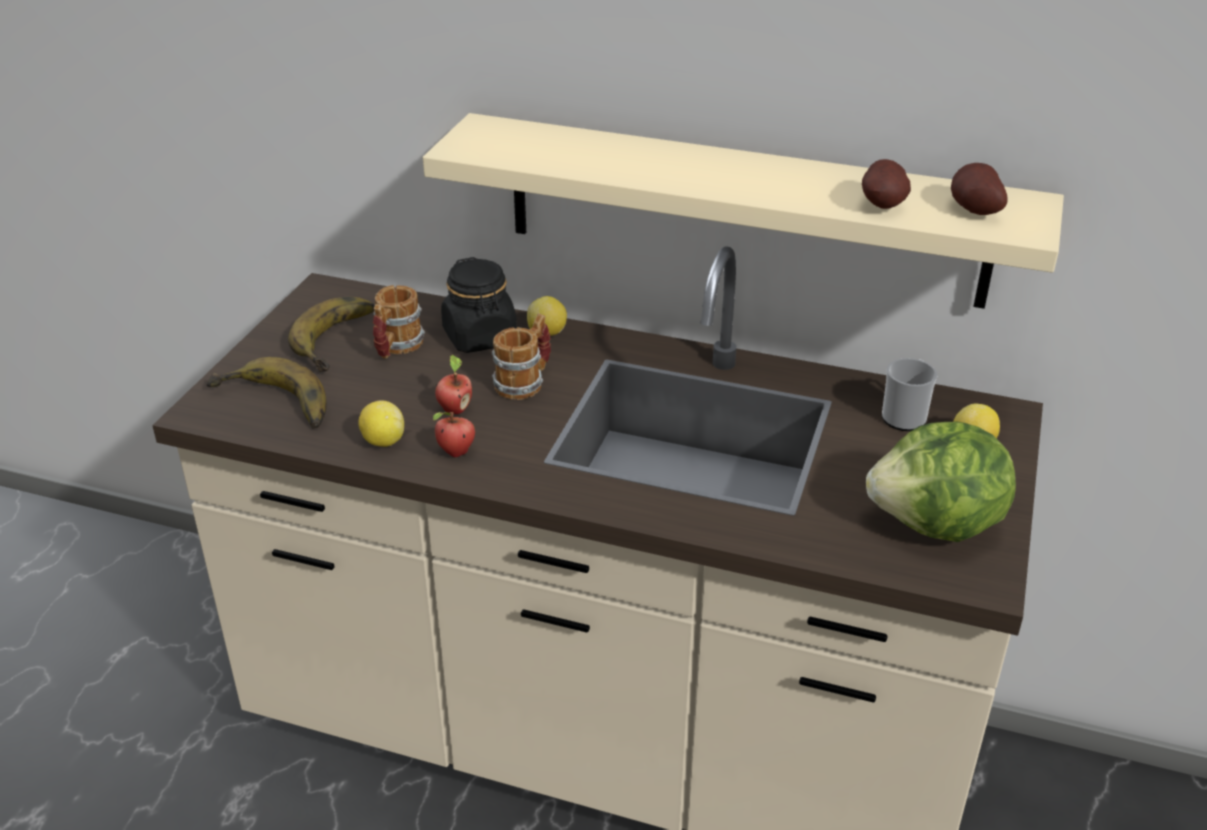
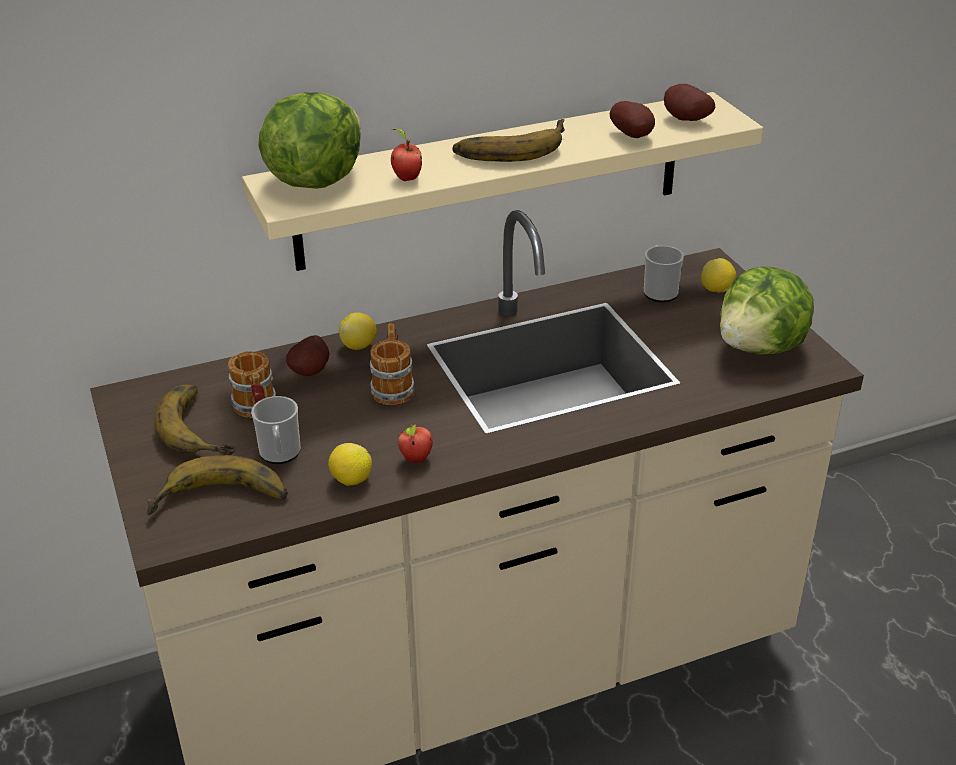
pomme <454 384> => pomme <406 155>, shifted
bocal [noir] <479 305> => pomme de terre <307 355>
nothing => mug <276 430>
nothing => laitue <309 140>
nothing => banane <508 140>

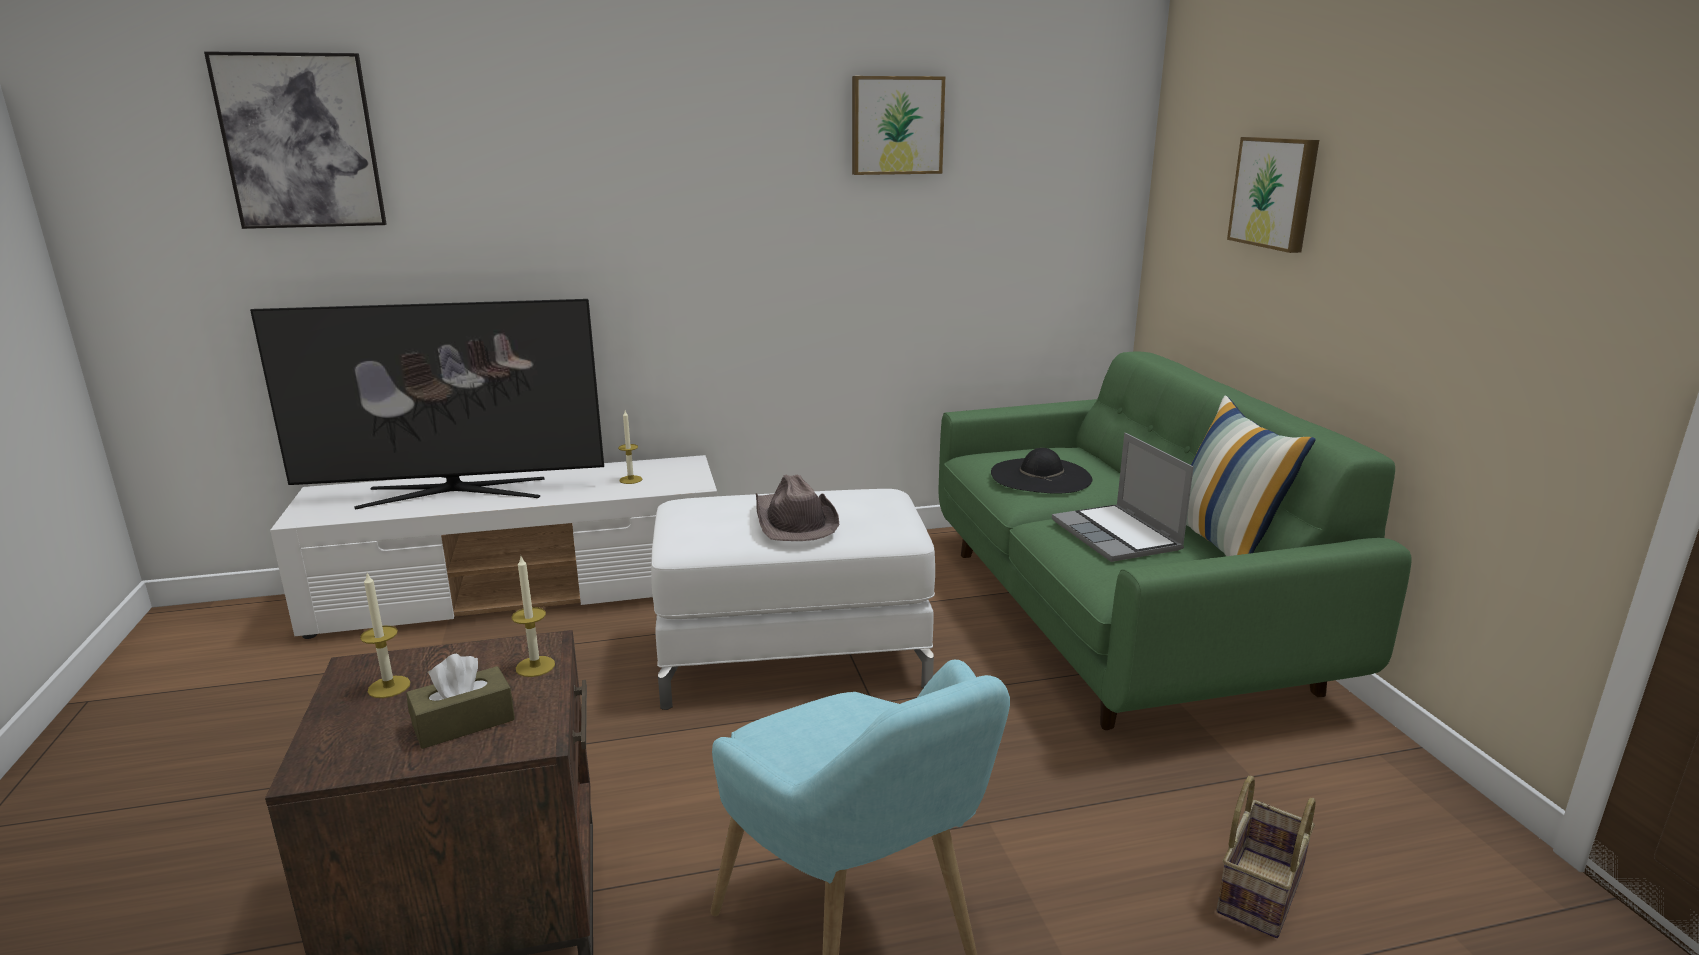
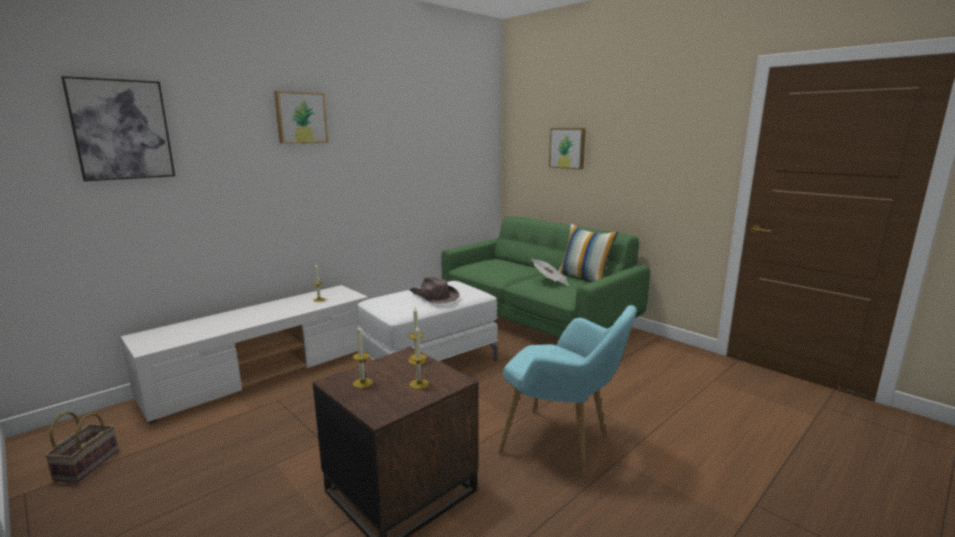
téléviseur <427 404> => nothing
boîte à mouchoirs [marron] <460 701> => bougie <419 357>
tableau <898 125> => tableau <301 117>, shifted
chapeau [noir] <1041 470> => nothing
ordinateur portable <1123 497> => journal <550 272>
panier <1266 857> => panier <81 447>, shifted

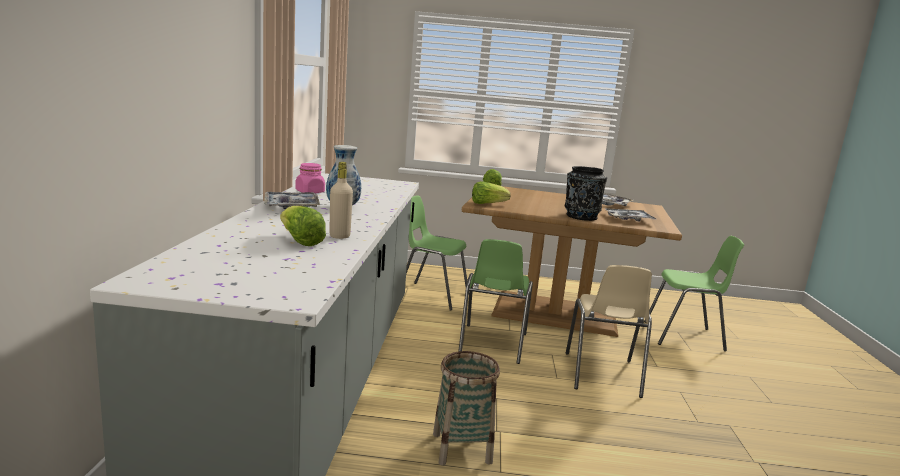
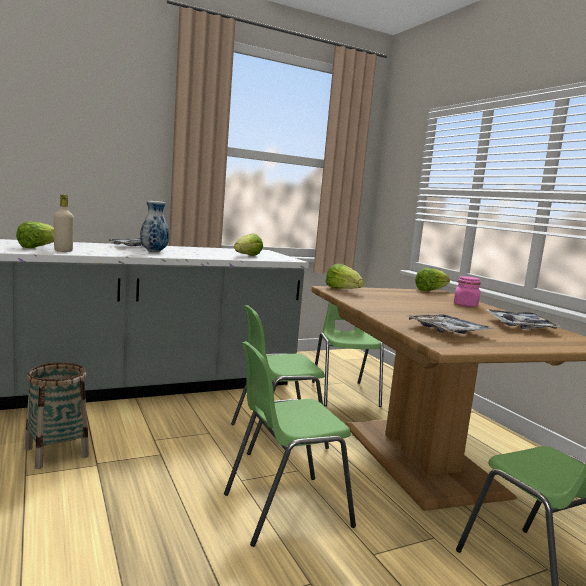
bocal [rose] <310 178> => bocal [rose] <467 291>, shifted
vase [noir] <586 193> => nothing
chaise [beige] <609 331> => chaise [vert] <290 444>
nothing => laitue <248 244>

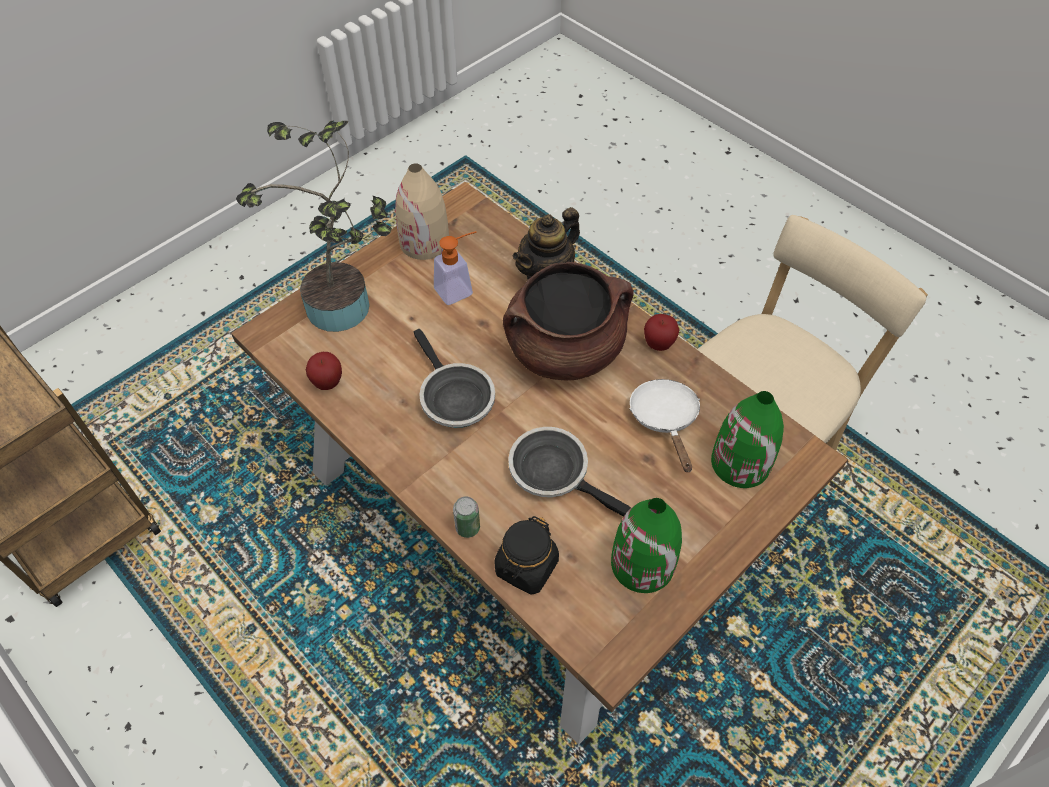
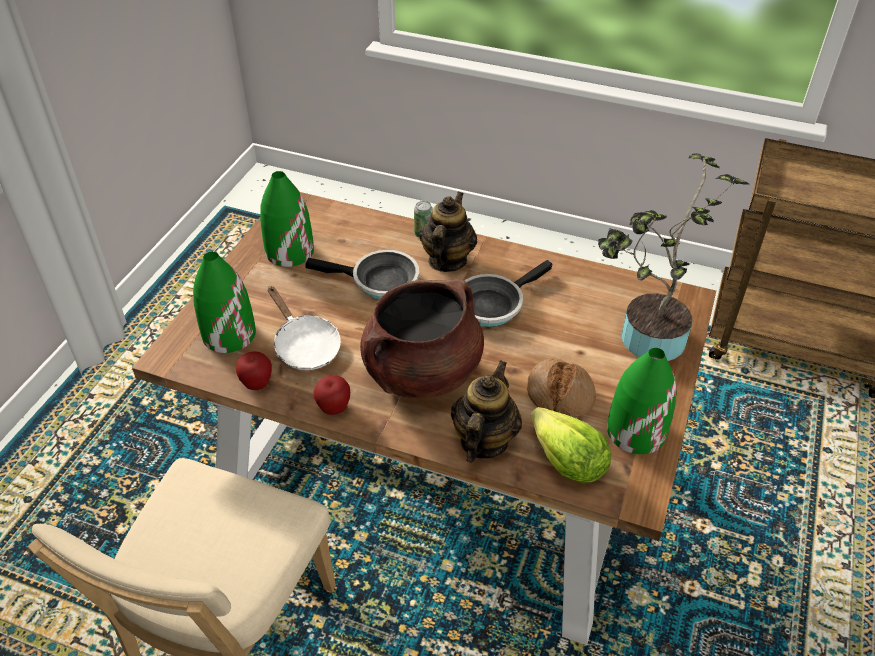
pomme <324 371> => pomme <254 371>, shifted
vase [beige] <422 211> => vase [vert] <642 401>
poêle <454 378> => poêle <508 293>, 75 degrees counterclockwise
distributeur de savon <455 268> => pain <561 388>
bocal [noir] <526 555> => nothing
nothing => théière <448 232>
nothing => laitue <571 445>

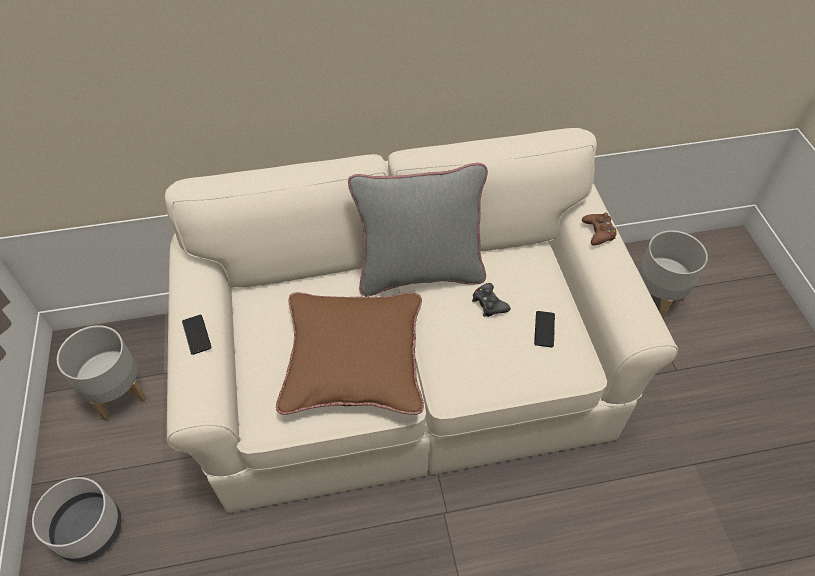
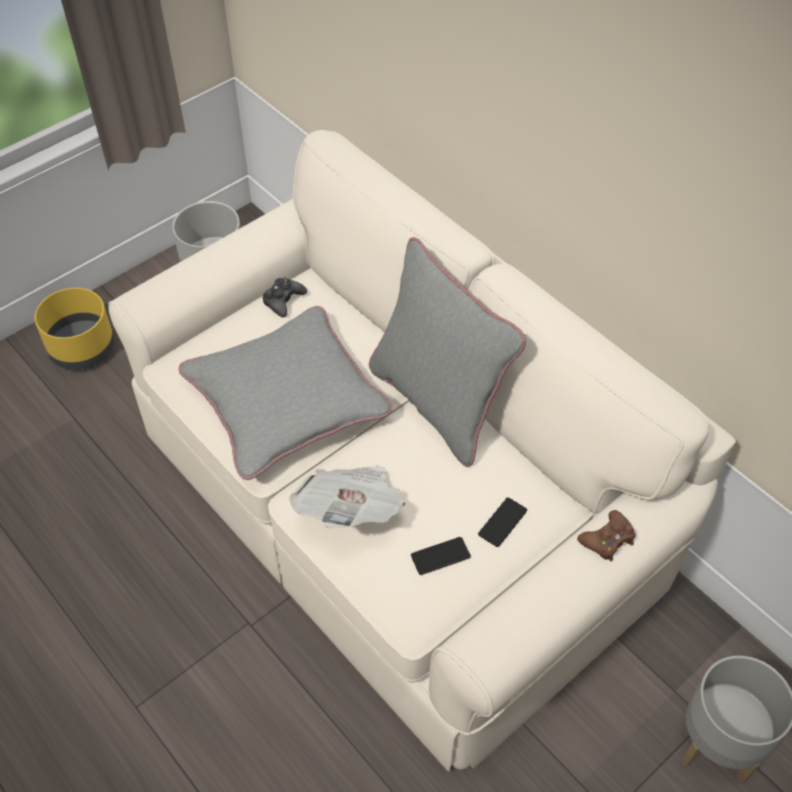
cache-pot [gris] <76 519> => cache-pot [jaune] <74 329>
téléphone <196 335> => téléphone <502 522>, shifted
coussin [marron] <350 353> => coussin [gris] <286 393>
manette [noir] <491 300> => manette [noir] <285 297>, shifted
nothing => journal <347 496>

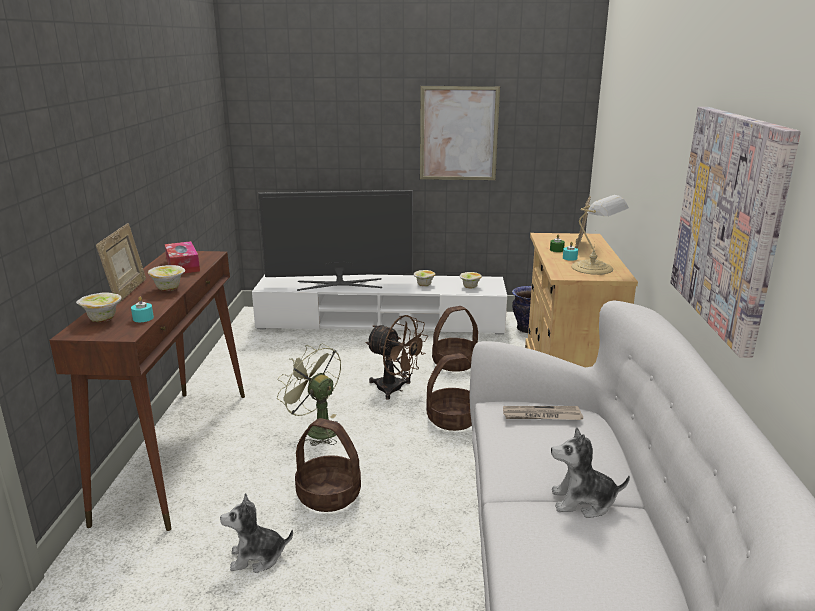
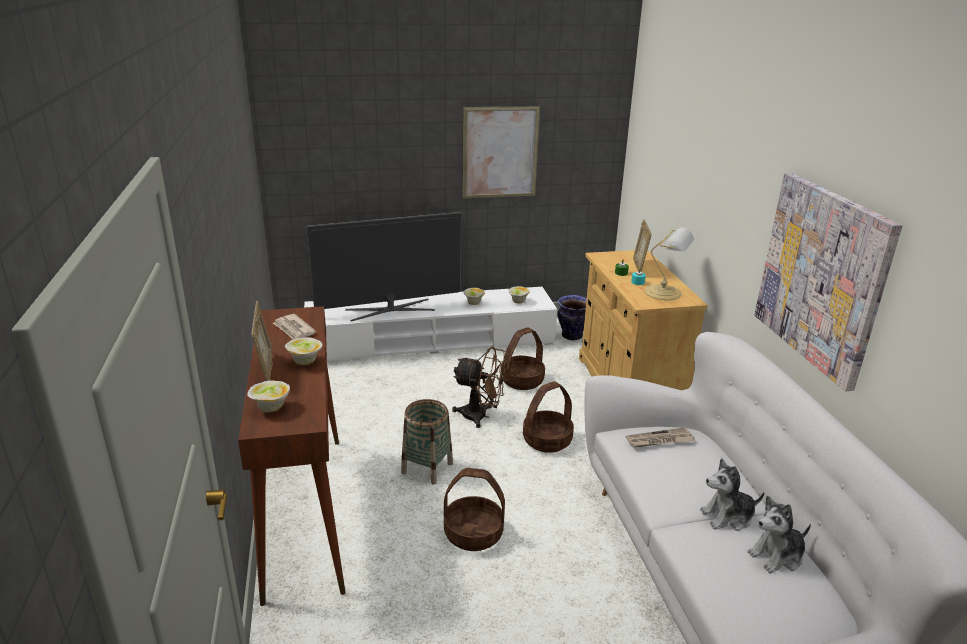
bougie [turquoise] <142 309> => nothing
boîte à mouchoirs <182 257> => journal <294 326>
peluche <256 533> => peluche <779 535>, shifted
ventilateur [vert] <309 395> => panier <427 441>

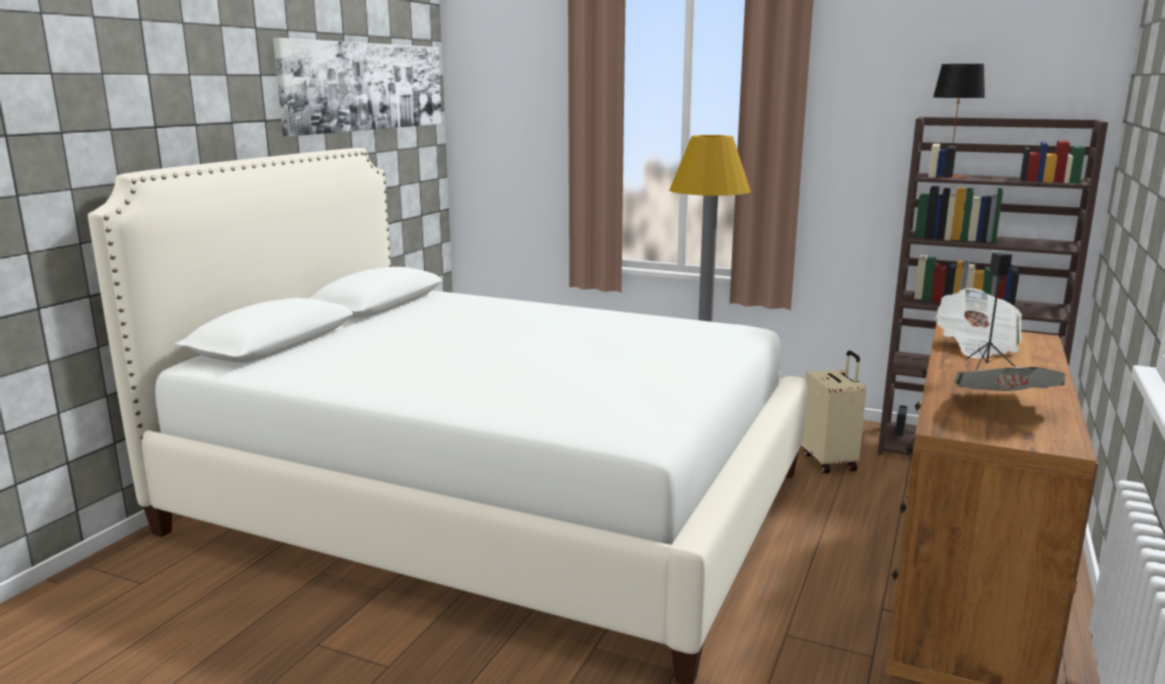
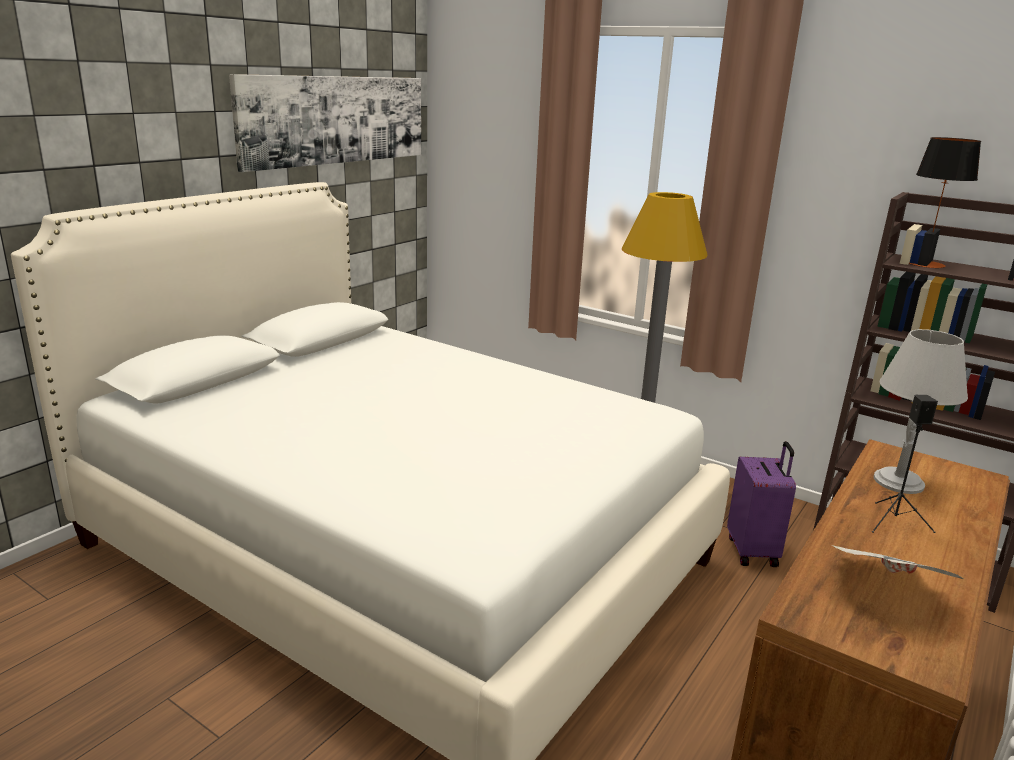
valise [beige] <834 412> => valise [violet] <761 504>
journal <978 323> => lampe de table [gris] <921 411>

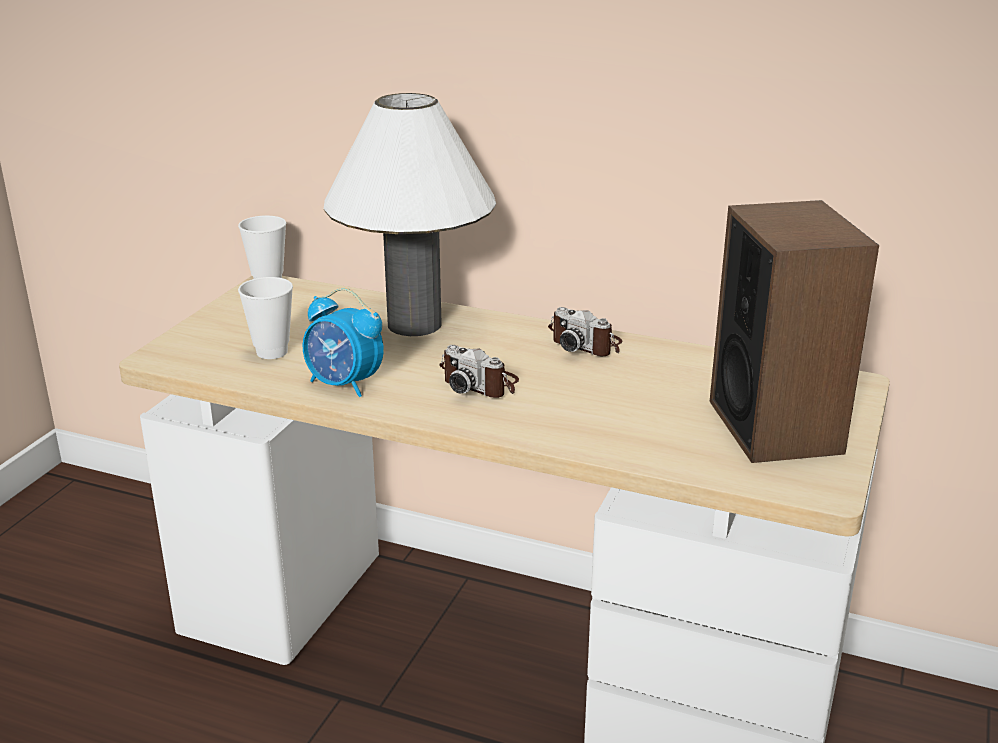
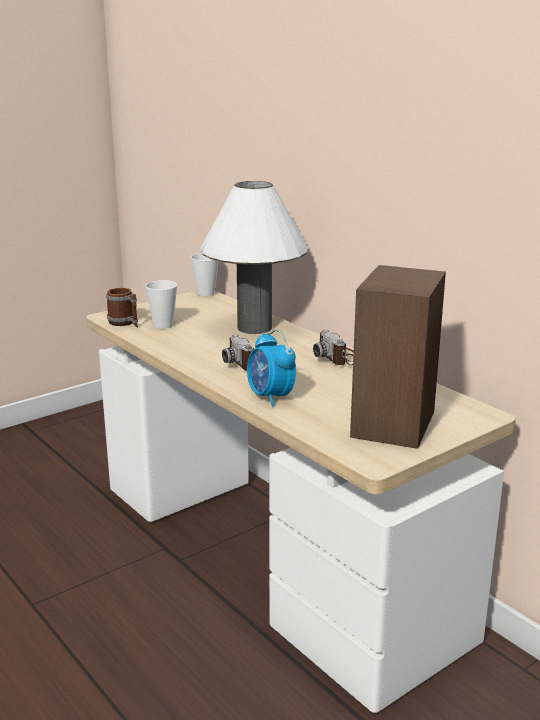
réveil <343 342> => réveil <271 368>, shifted
nothing => mug <122 307>

